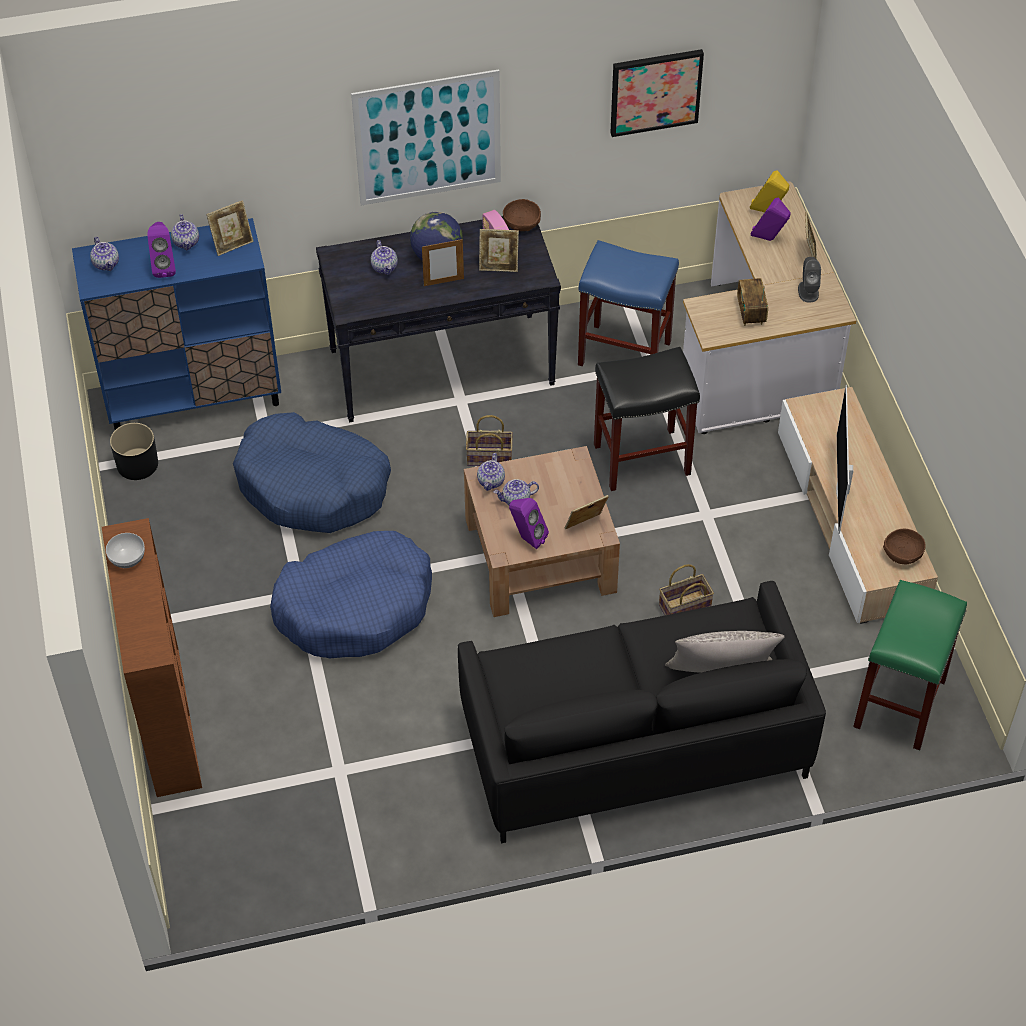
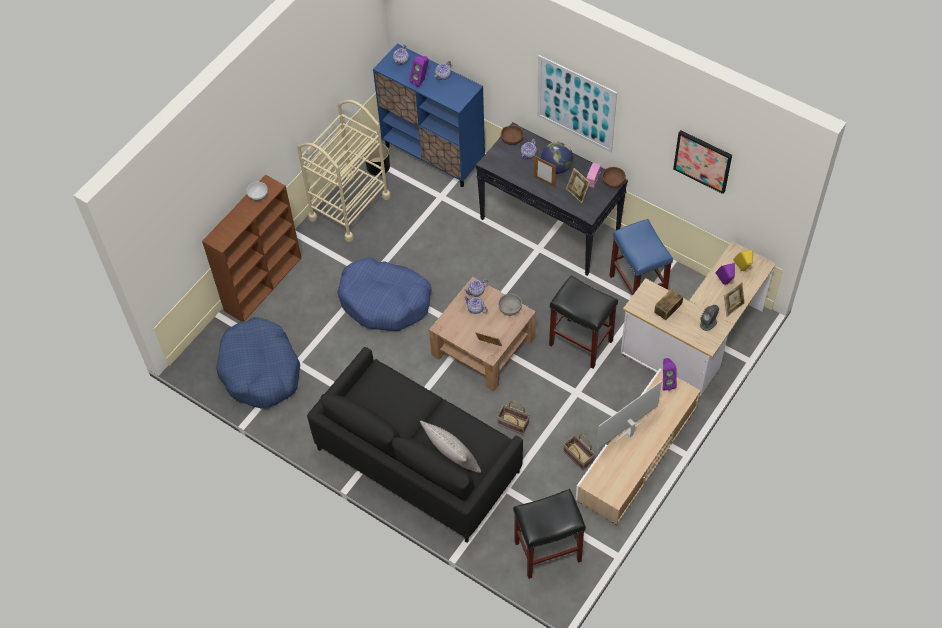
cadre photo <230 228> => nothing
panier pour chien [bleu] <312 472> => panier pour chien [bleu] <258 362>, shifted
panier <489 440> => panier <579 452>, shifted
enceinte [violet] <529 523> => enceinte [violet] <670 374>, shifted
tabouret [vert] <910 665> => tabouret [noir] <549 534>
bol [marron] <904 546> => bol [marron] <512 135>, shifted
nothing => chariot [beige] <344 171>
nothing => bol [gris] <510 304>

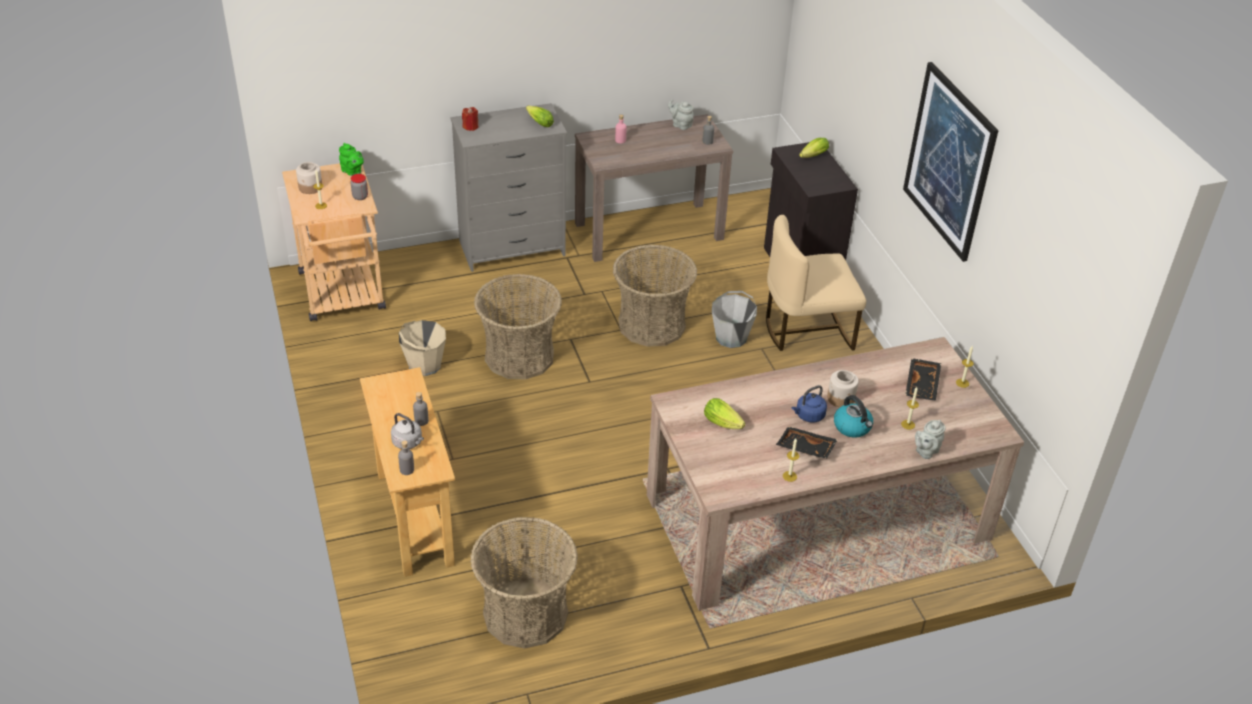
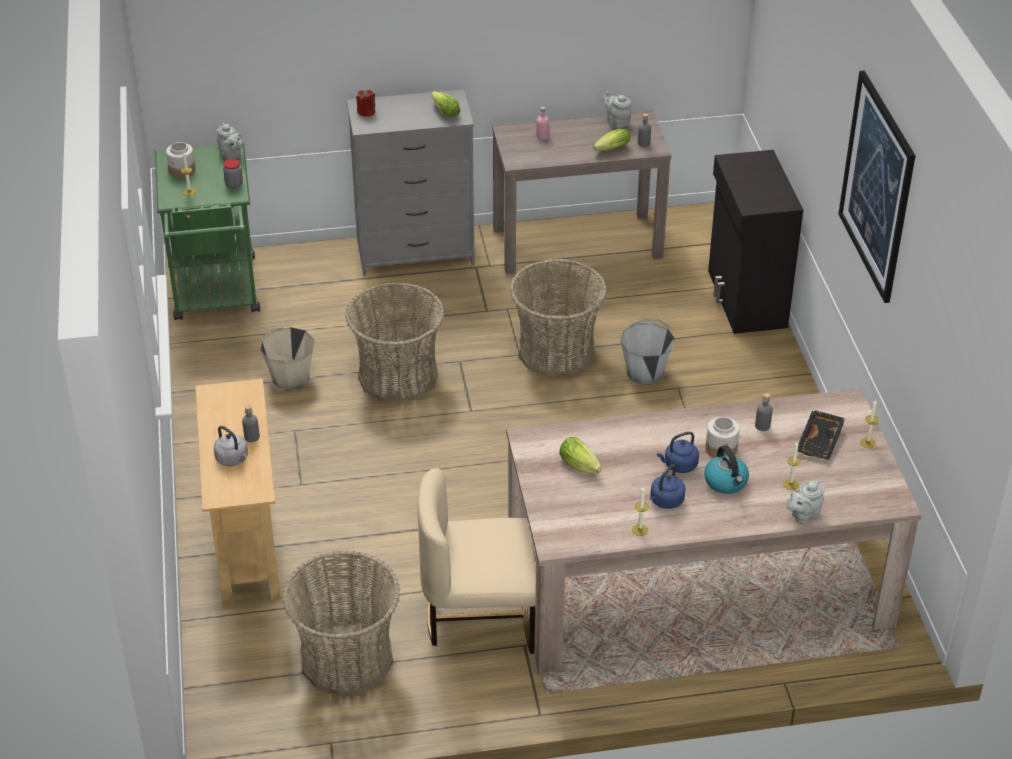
chariot [beige] <334 242> => chariot [vert] <207 231>
théière [vert] <351 159> => théière [gris] <230 141>
bouteille [gris] <406 457> => bouteille [gris] <764 412>, shifted
chaise [beige] <816 283> => chaise [beige] <477 561>, shifted
plateau [noir] <807 442> => bouilloire [bleu] <667 487>
laitue <814 148> => laitue <611 140>, shifted

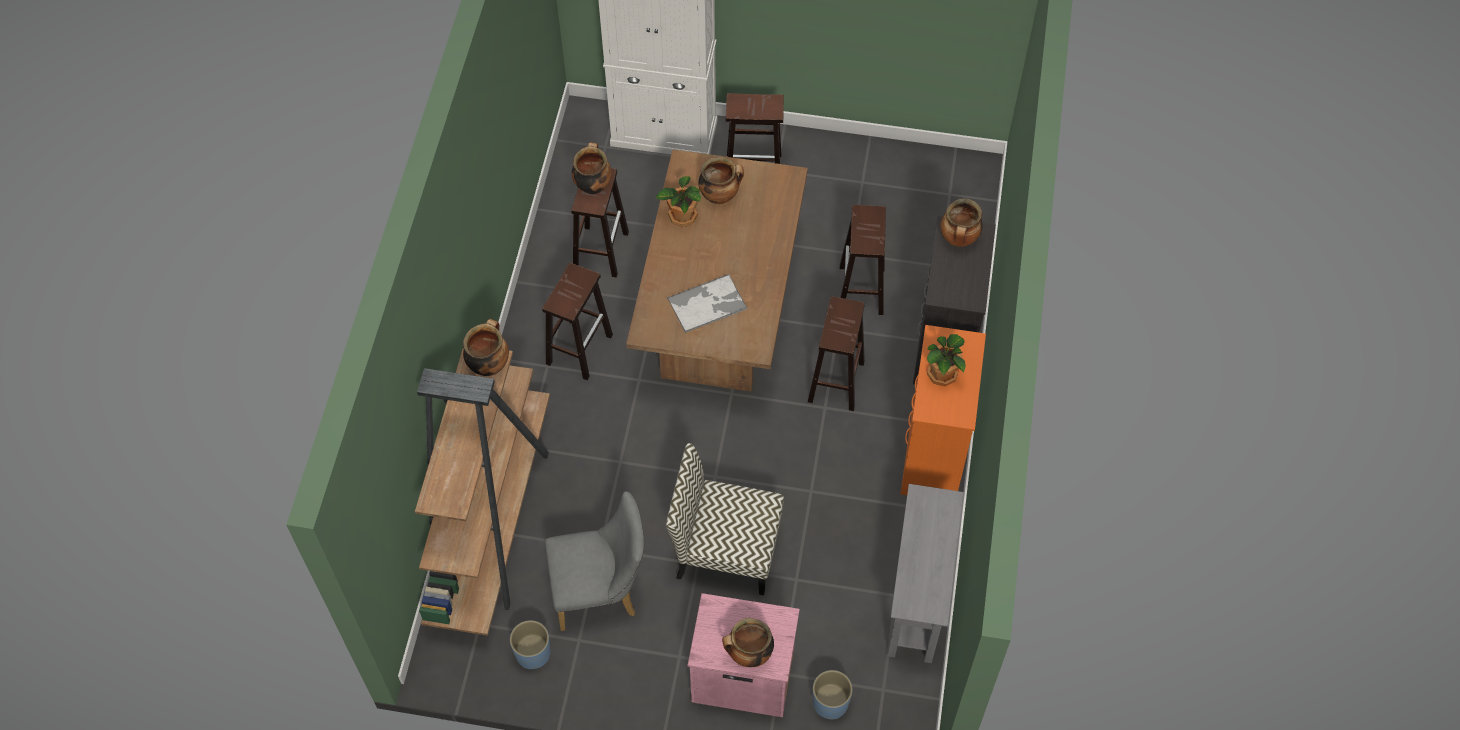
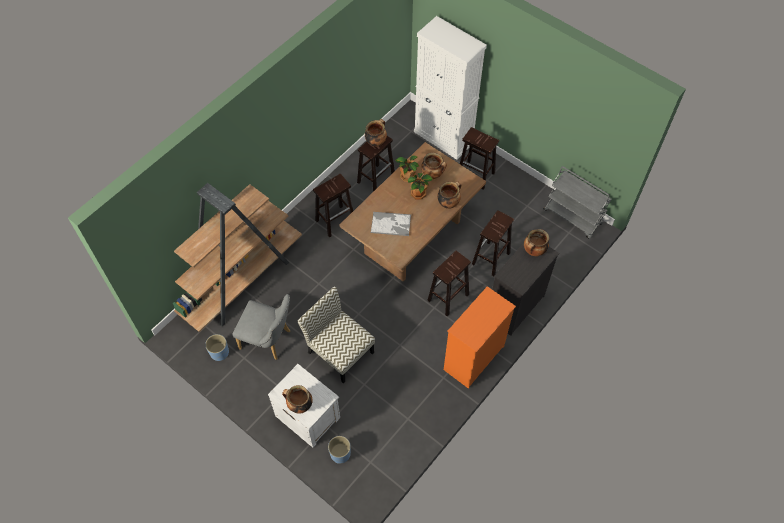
marmite <486 347> => marmite <449 195>, shifted
table de chevet [rose] <743 655> => table de chevet [blanc] <304 406>
table console [gris] <925 573> => nothing
plante en pot <946 360> => plante en pot <420 186>, shifted
nothing => chariot [gris] <577 202>

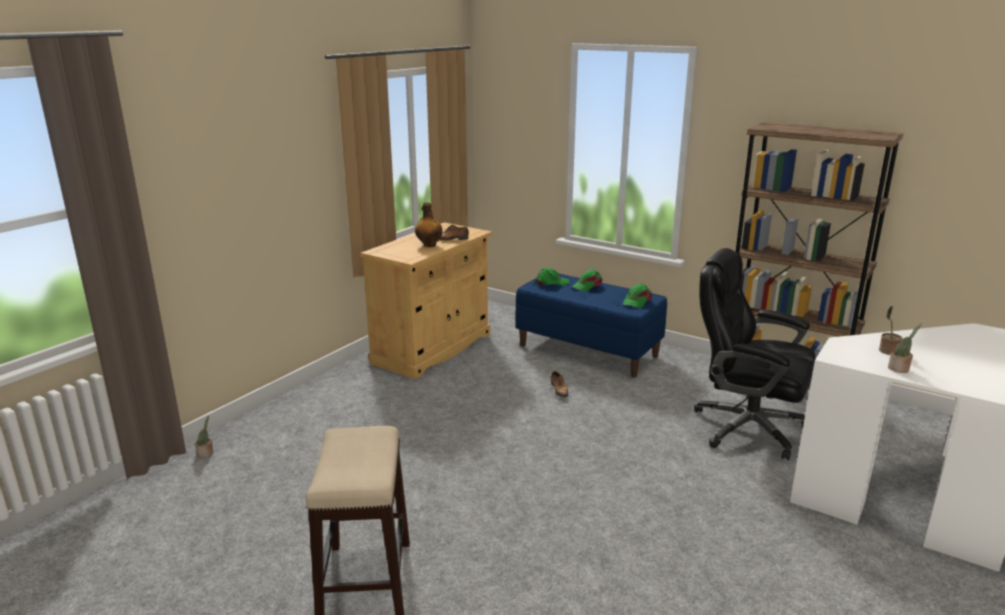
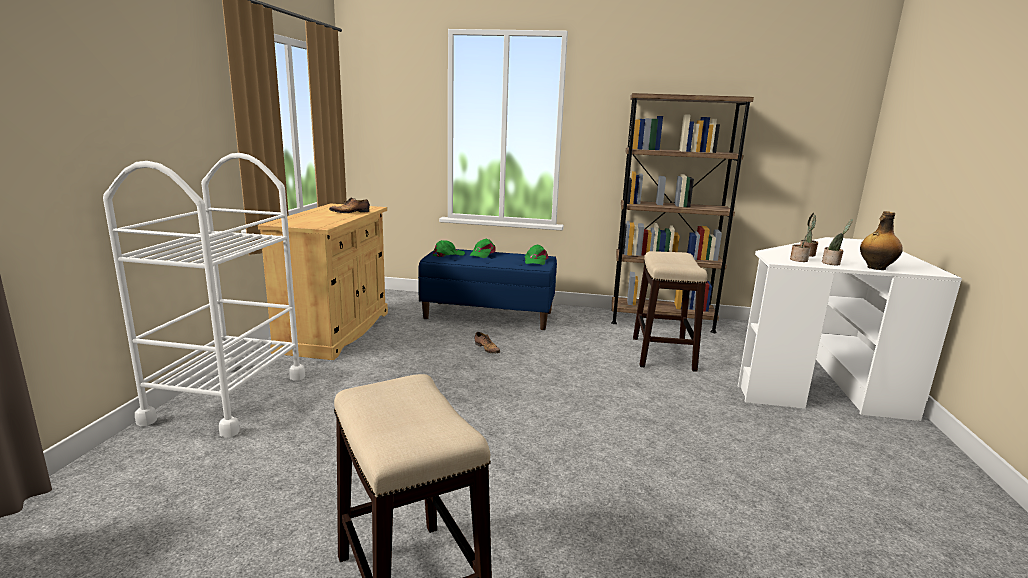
plante en pot <204 437> => plante en pot <803 238>, shifted
bouteille <429 224> => bouteille <881 240>, shifted
chaise de bureau [noir] <755 354> => tabouret <670 311>
nothing => chariot [blanc] <204 295>

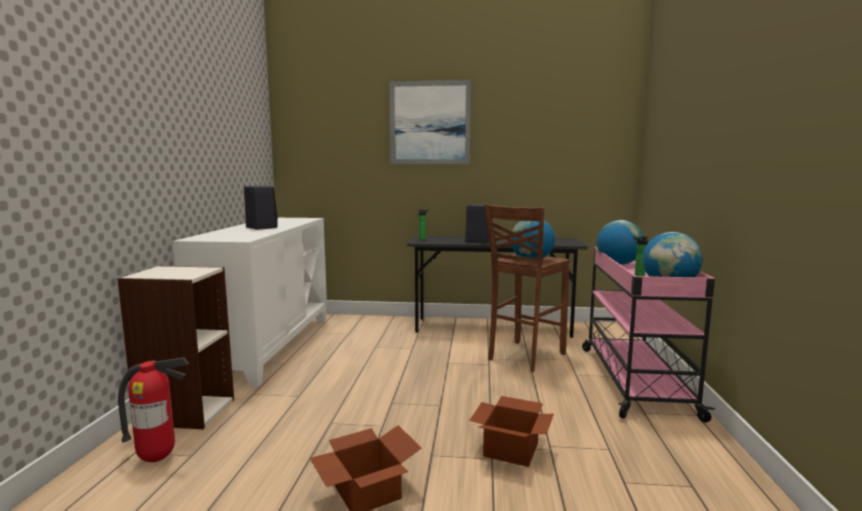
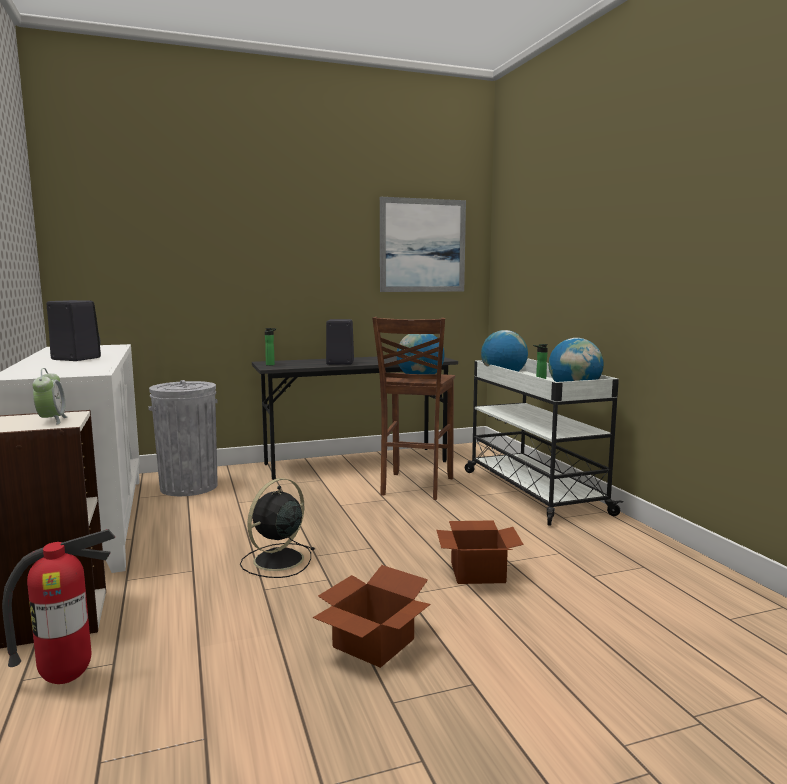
tableau <430 122> => tableau <423 244>, shifted
chariot [rose] <648 335> => chariot [blanc] <544 442>
nothing => réveil <50 396>
nothing => poubelle [gris] <183 438>
nothing => ventilateur [noir] <277 528>

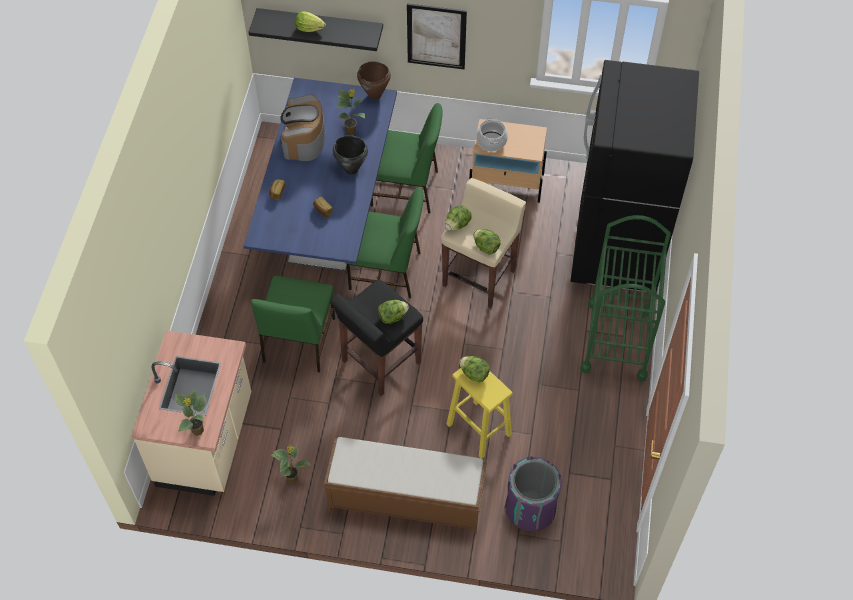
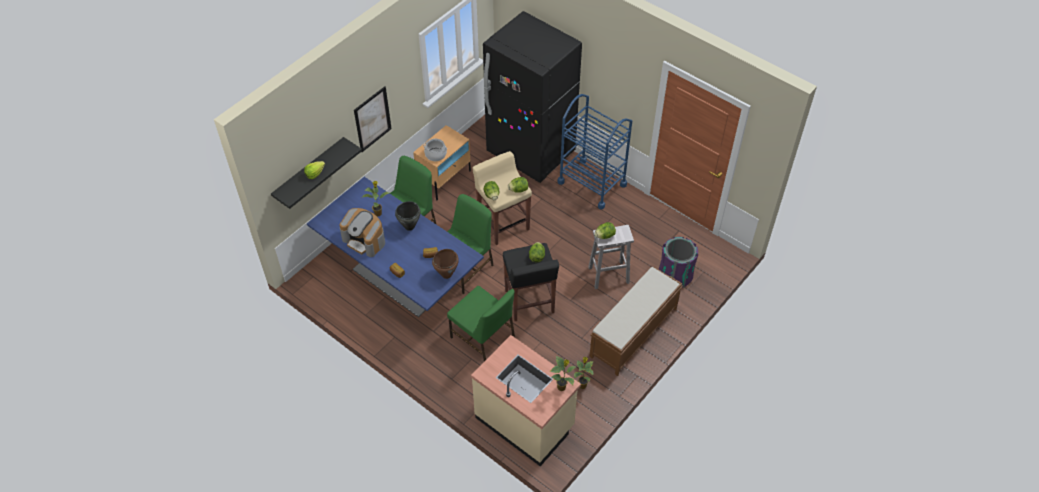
marmite [marron] <374 80> => marmite [marron] <445 264>, shifted
tabouret [jaune] <480 413> => tabouret [blanc] <611 257>
chariot [vert] <626 298> => chariot [bleu] <594 152>

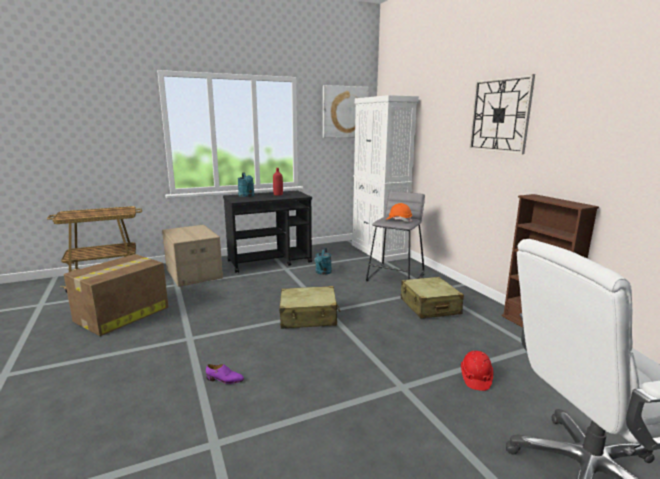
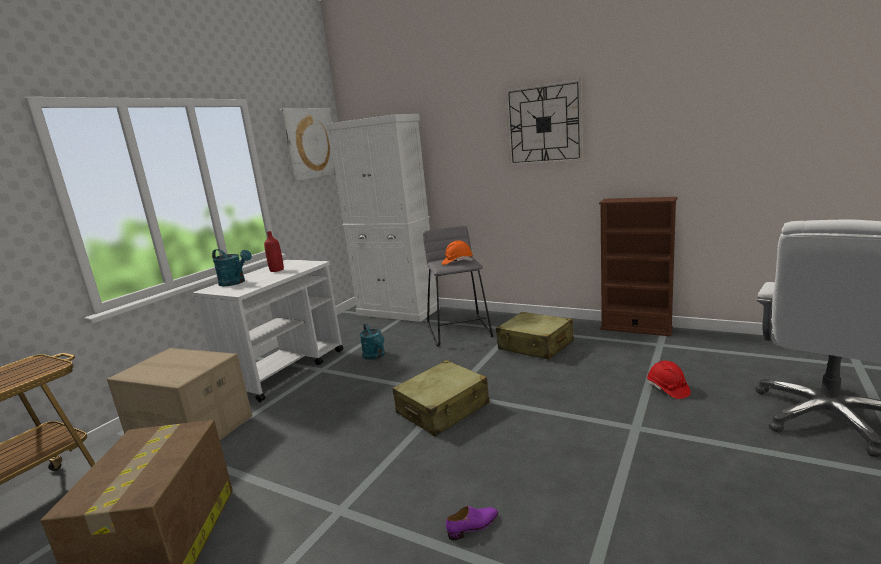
chariot [noir] <267 232> => chariot [blanc] <268 331>

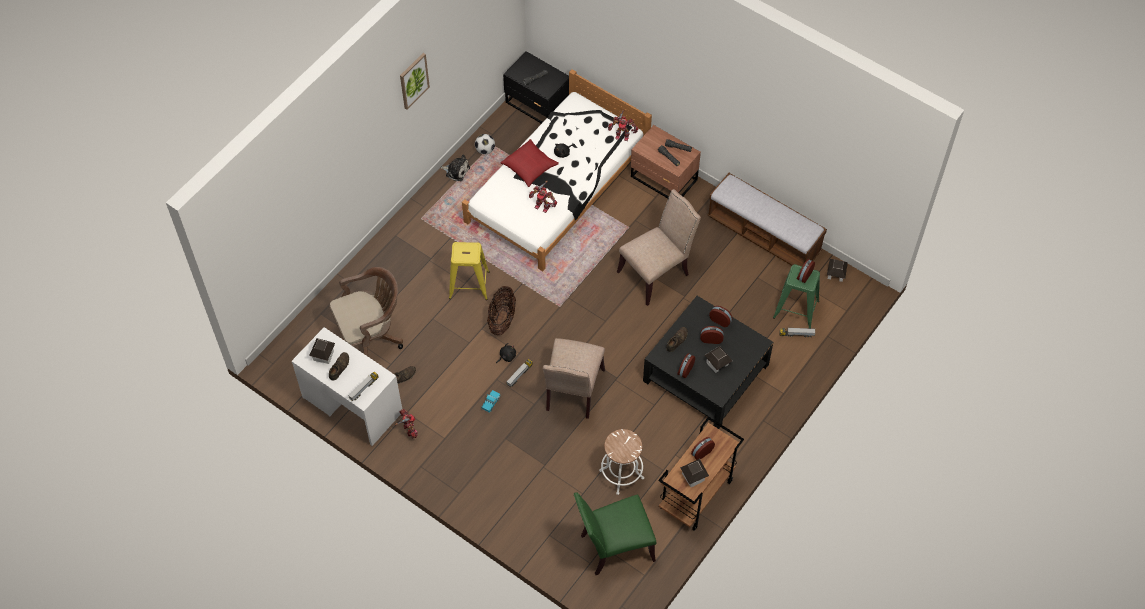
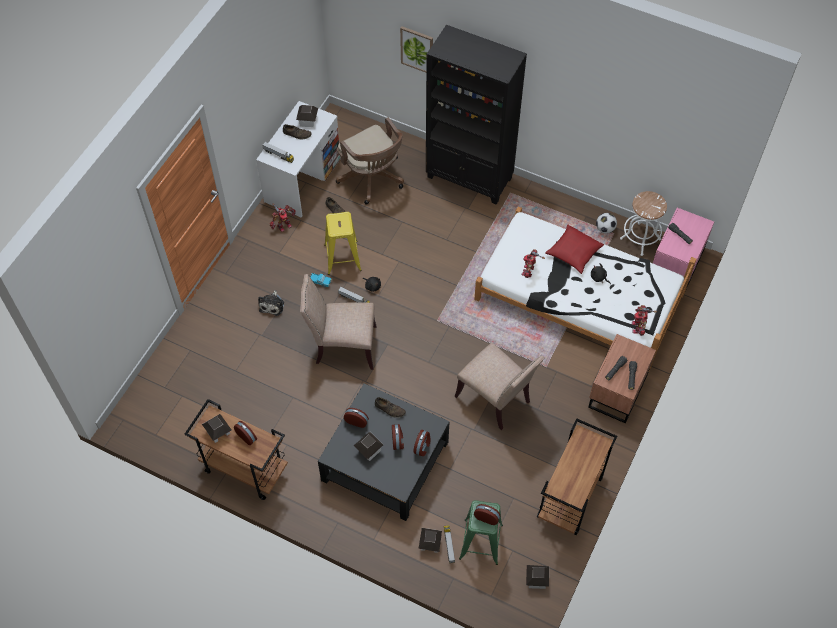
tableau <415 81> => tableau <416 49>, shifted
peluche <455 167> => peluche <271 303>, shifted
tabouret [jaune] <469 271> => tabouret [jaune] <343 243>, shifted
panier <501 310> => nothing
table de chevet [noir] <536 87> => table de chevet [rose] <683 248>
chaise [vert] <615 533> => nothing
tabouret [blanc] <621 462> => tabouret [blanc] <643 223>, shifted
banc <767 219> => chariot [marron] <577 476>
nothing => maison miniature <430 540>
nothing => bibliothèque [noir] <476 115>

